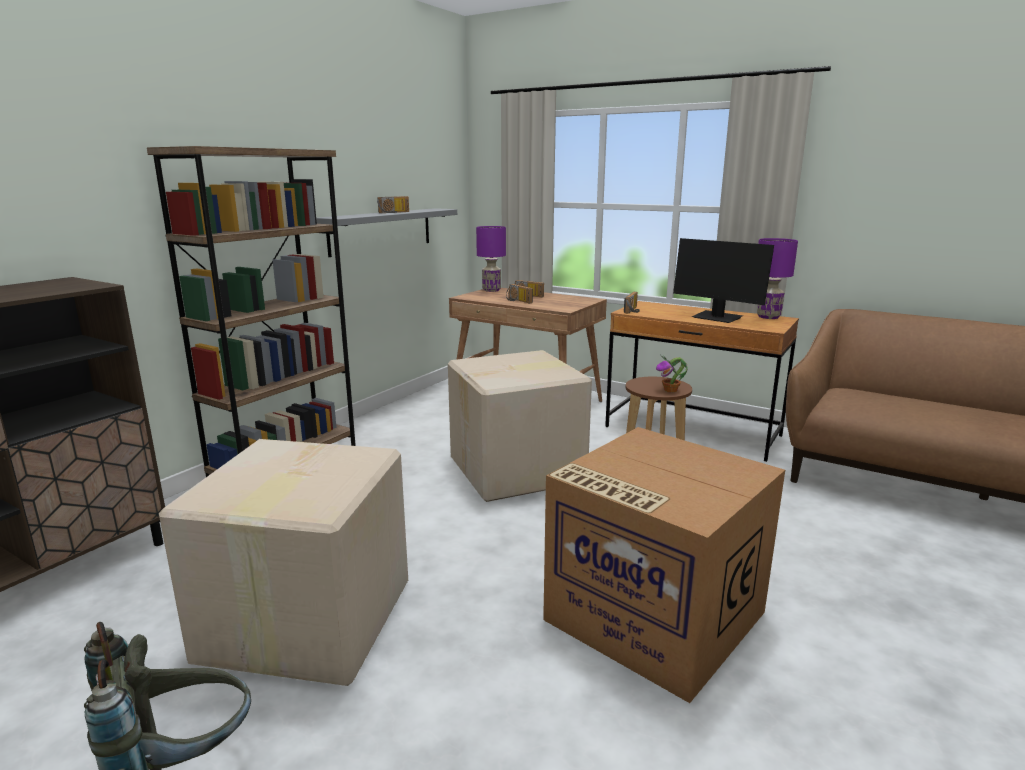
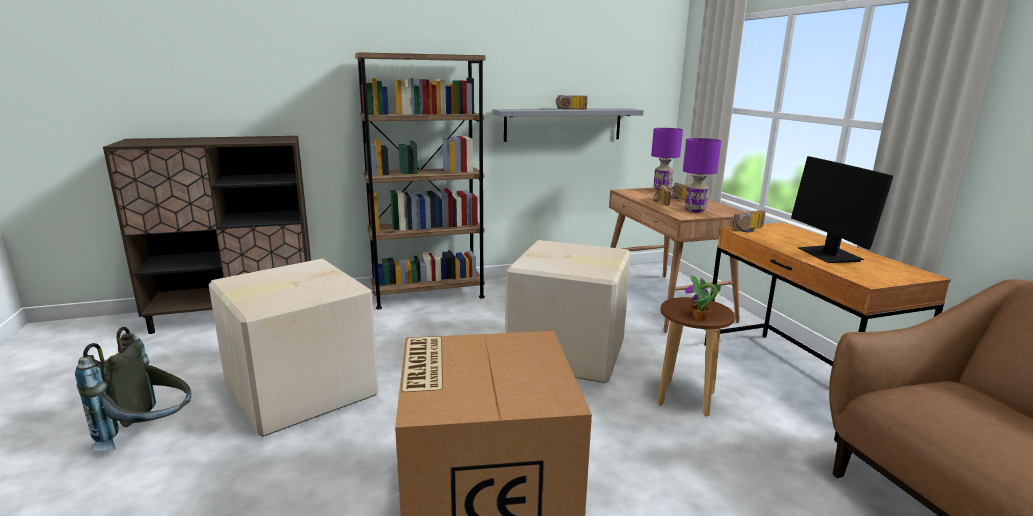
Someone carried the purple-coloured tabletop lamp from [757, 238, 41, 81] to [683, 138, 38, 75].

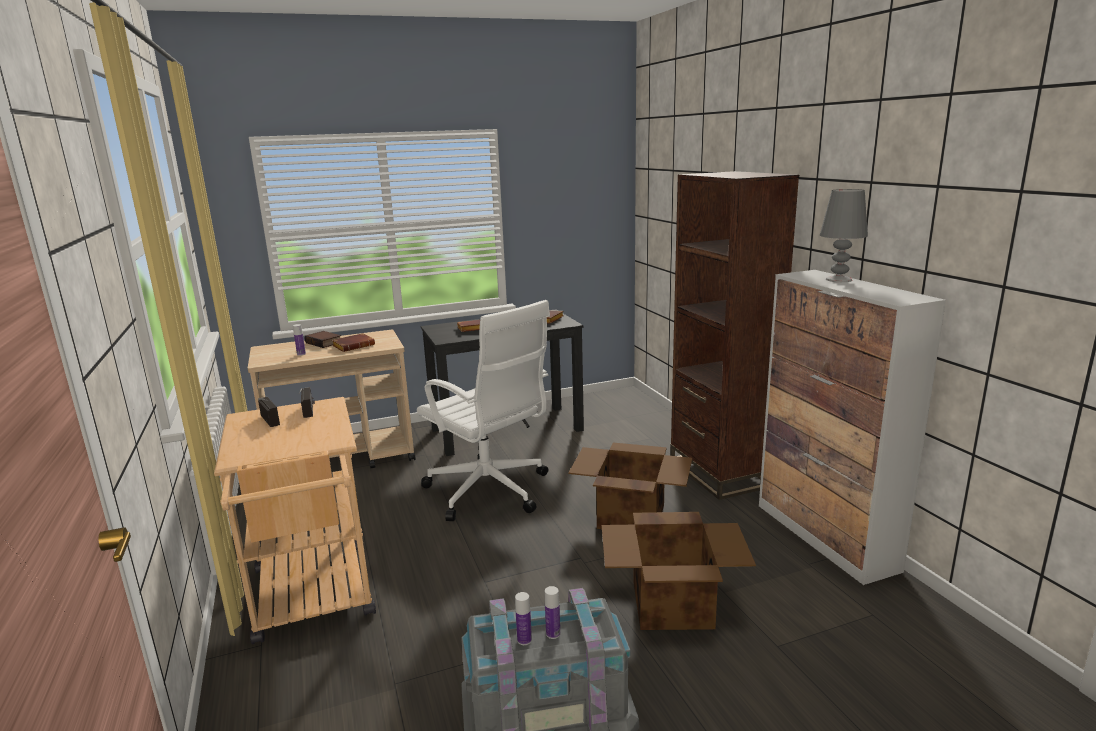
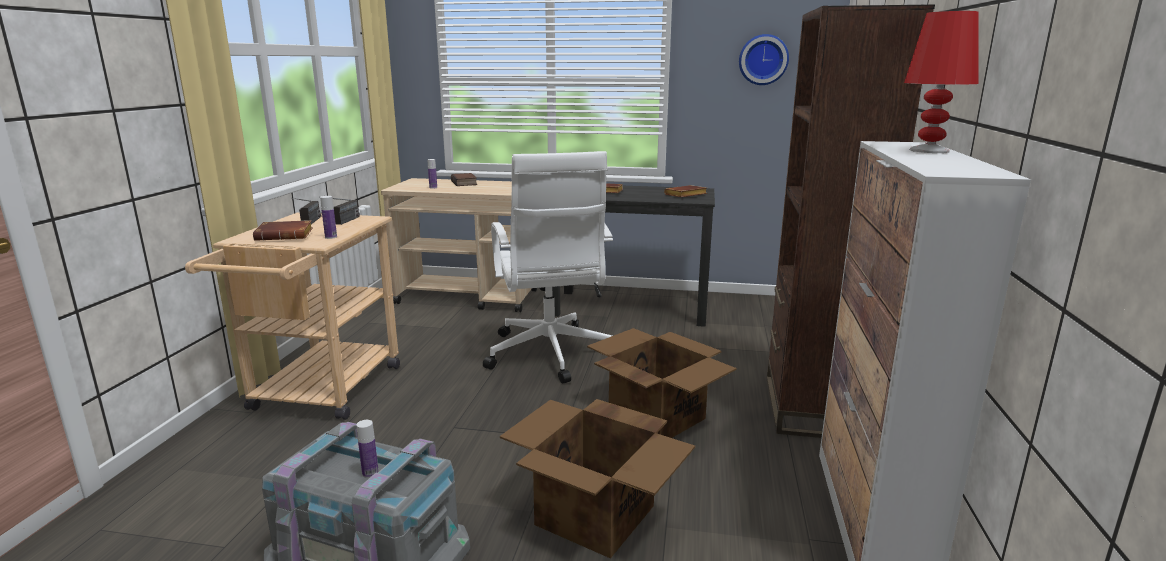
Someone put up the wall clock at [739, 34, 50, 51]. Someone carried the brownish book from [332, 333, 43, 19] to [253, 220, 60, 21]. Someone carried the bottle from [515, 592, 17, 53] to [320, 196, 17, 43]. Someone repainted the greyish tabletop lamp at [820, 189, 48, 93], which became the red-coloured tabletop lamp at [904, 11, 75, 142].

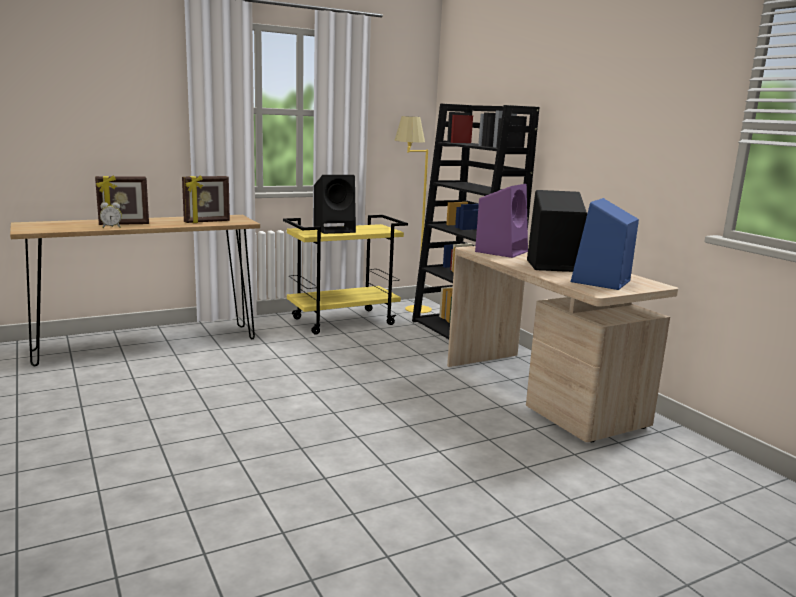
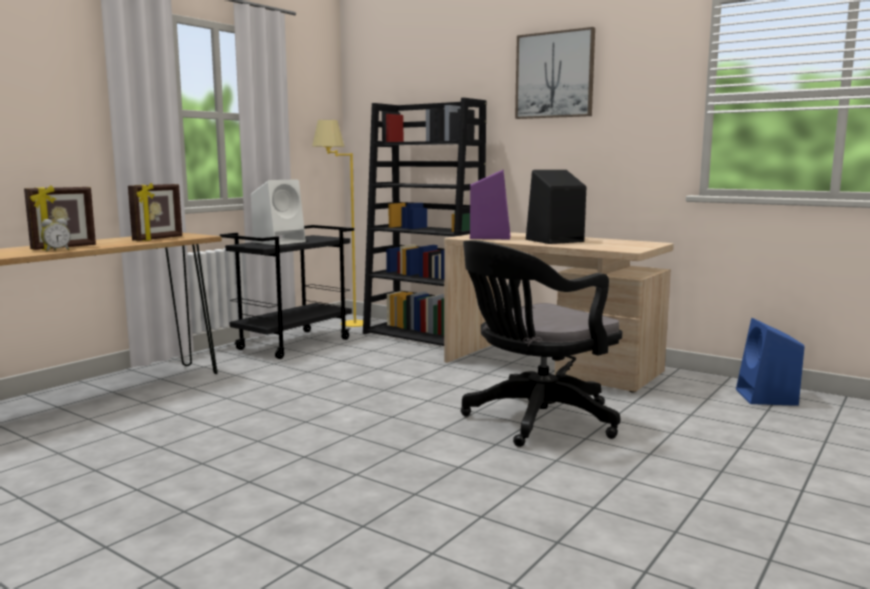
Someone put down the black-coloured computer chair at [461, 240, 161, 207]. Someone put up the wall picture at [515, 27, 80, 92]. Someone carried the blue audio speaker from [571, 198, 68, 92] to [736, 318, 69, 88]. Someone repainted the yellow-coloured cart at [283, 215, 125, 120], which became the black-coloured cart at [220, 225, 134, 134]. Someone repainted the black-coloured audio speaker at [313, 175, 43, 59], which became the whitish audio speaker at [251, 179, 55, 66].

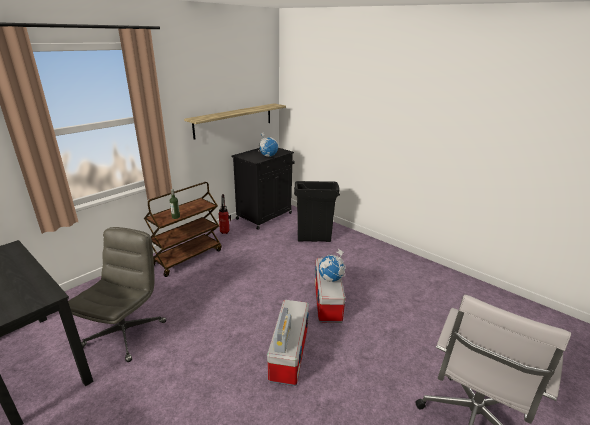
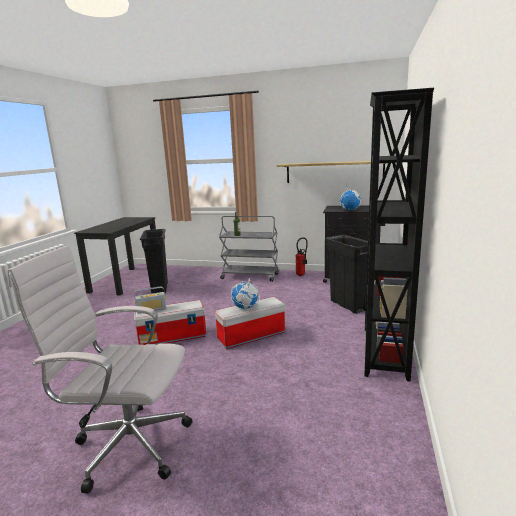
Someone put down the black-coloured bookshelf at [364, 88, 70, 293]. Someone swapped the greyish computer chair at [68, 227, 98, 135] for the black-coloured waste bin at [140, 229, 28, 65]. Someone repainted the brownish cart at [144, 182, 78, 95], which became the greyish cart at [219, 216, 60, 66].

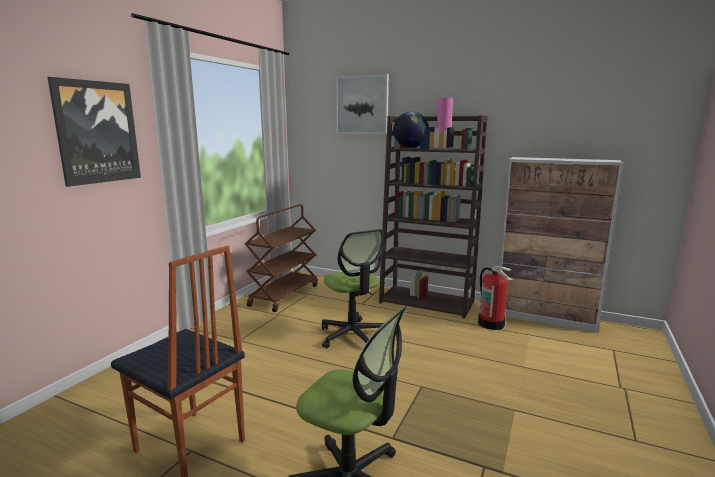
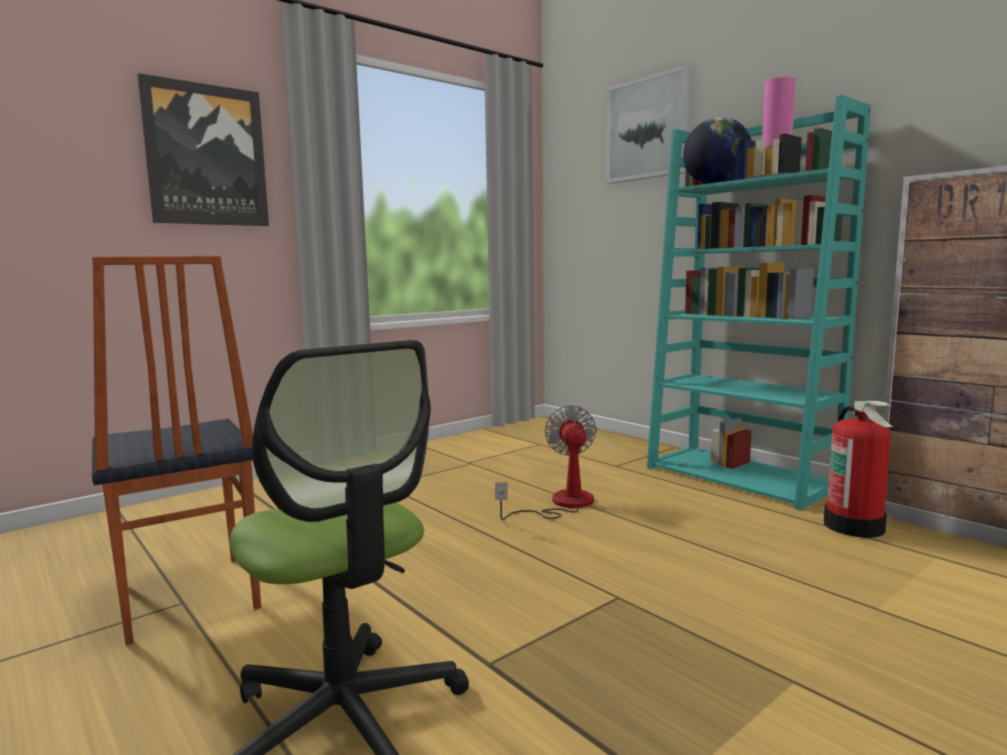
Someone took away the brownish cart at [245, 204, 73, 108]. Someone swapped the computer chair at [321, 229, 63, 119] for the electric fan at [495, 405, 101, 116]. Someone repainted the brownish bookshelf at [379, 115, 109, 203], which became the turquoise-coloured bookshelf at [647, 95, 224, 415].

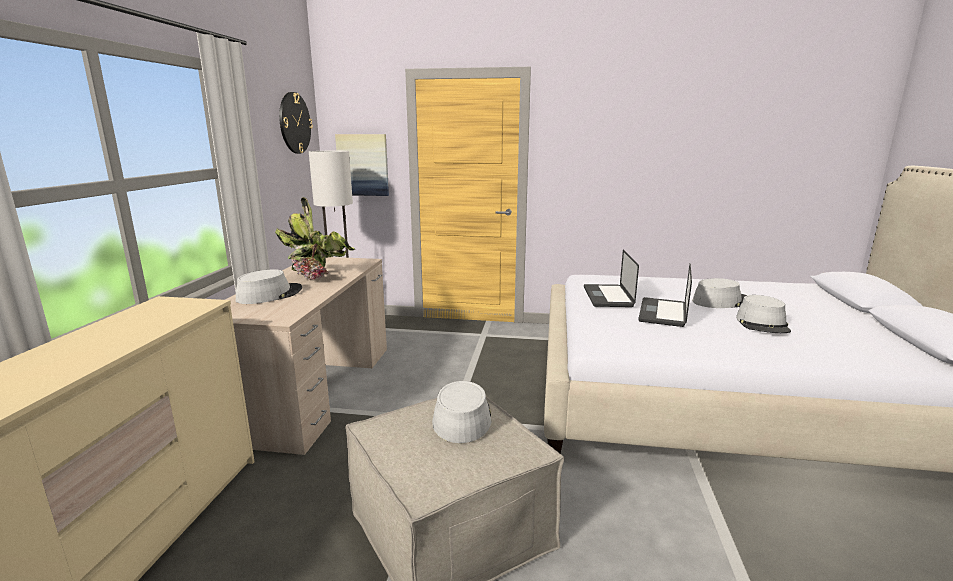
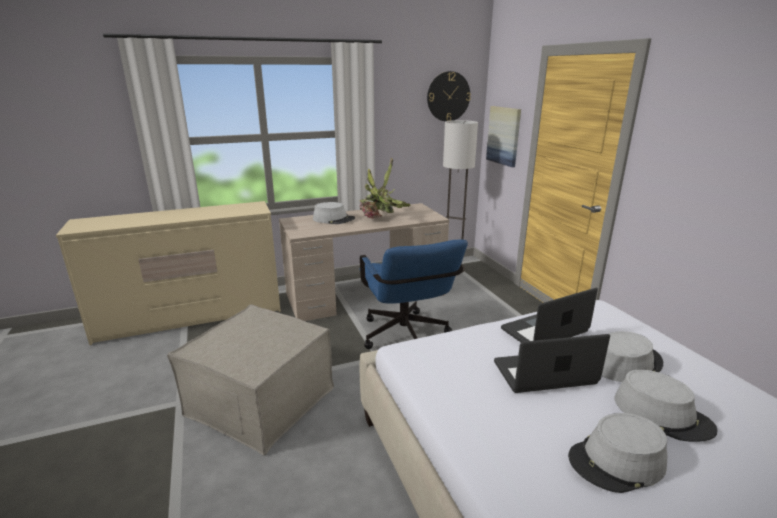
Someone put down the blue computer chair at [360, 240, 108, 109]. Someone carried the greyish hat from [432, 381, 60, 62] to [602, 331, 61, 51].

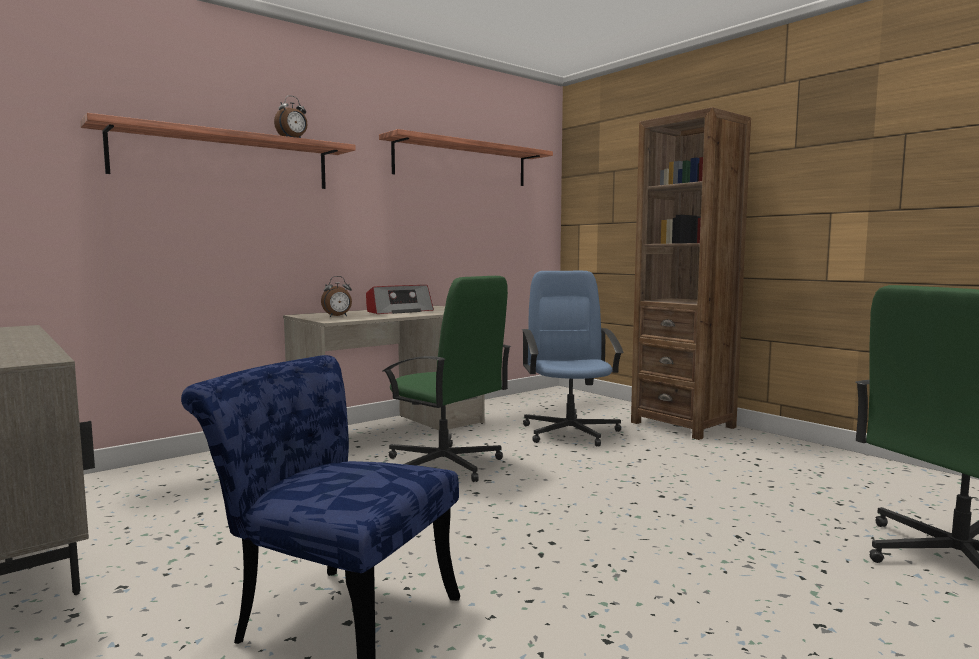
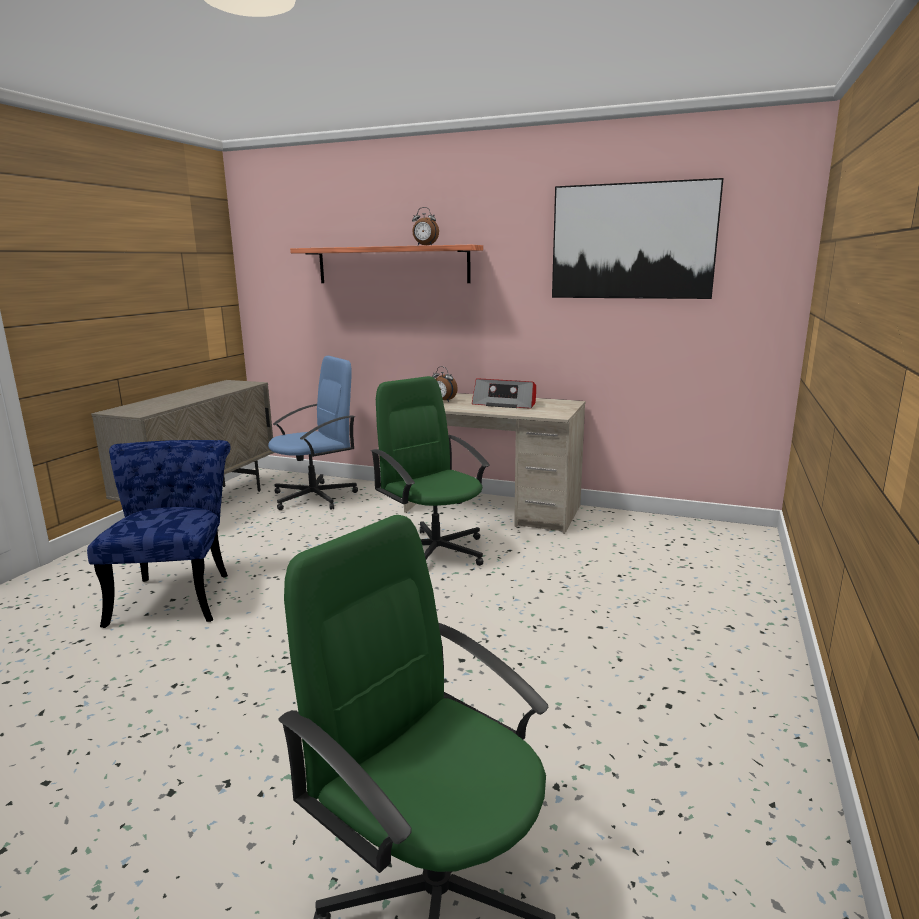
Someone took away the brownish bookshelf at [631, 107, 120, 333]. Someone carried the blue computer chair from [522, 271, 102, 176] to [268, 356, 90, 154]. Someone swapped the shelf at [379, 129, 174, 57] for the wall picture at [552, 178, 172, 121]. Someone rotated the greenish computer chair at [383, 276, 128, 206] by 135 degrees clockwise.

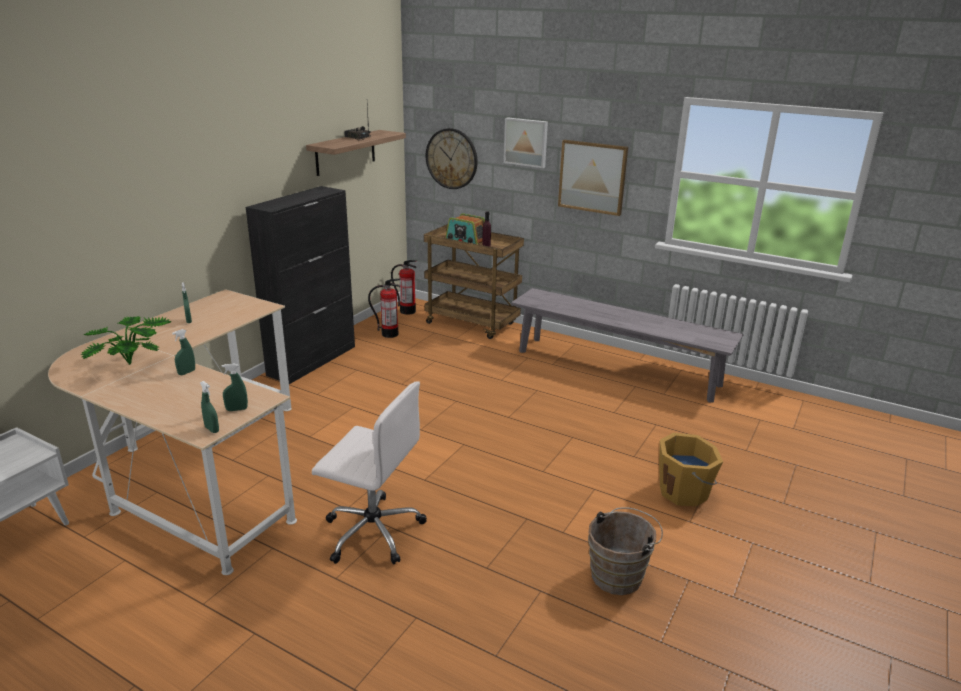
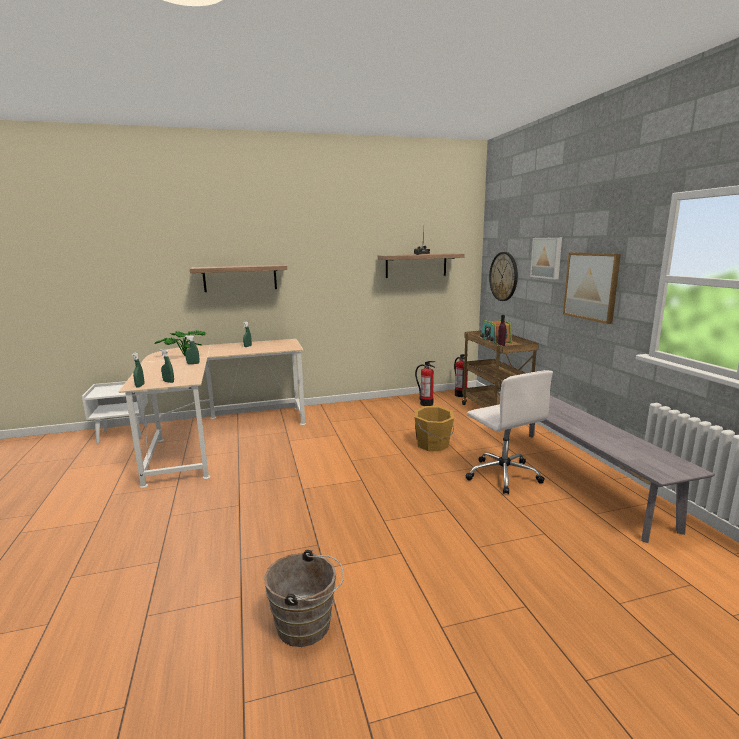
Someone took away the black-coloured cupboard at [245, 186, 110, 198]. Someone put up the shelf at [190, 265, 97, 27]. Someone carried the whitish computer chair from [312, 381, 115, 184] to [465, 370, 88, 124]. Someone carried the orange bucket from [659, 433, 64, 73] to [415, 406, 39, 45].

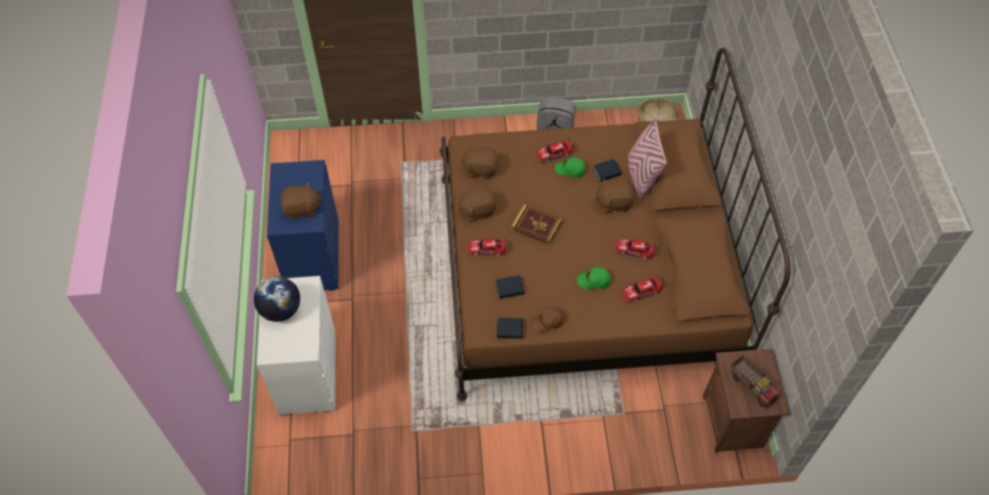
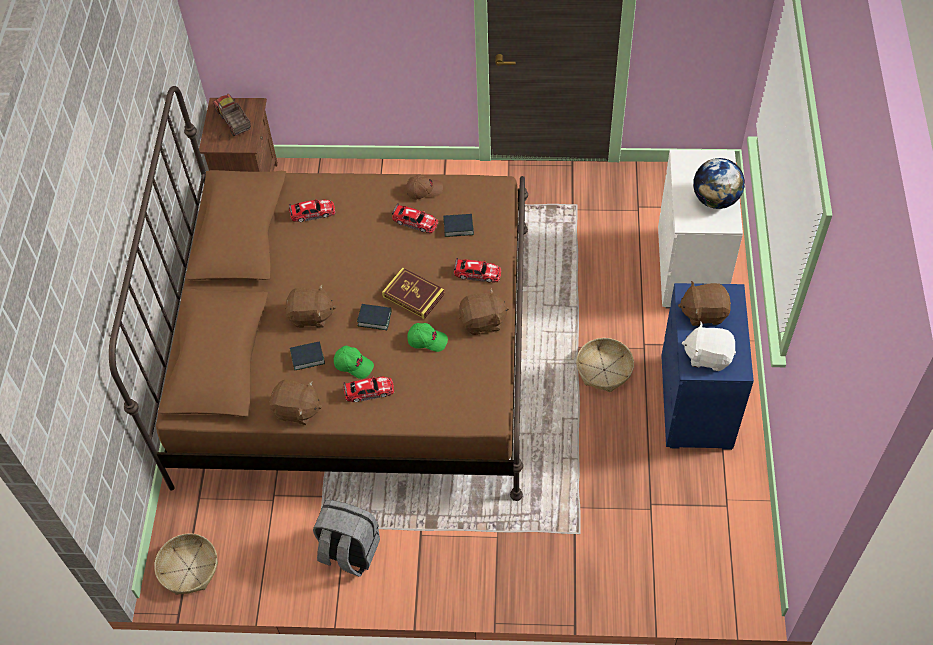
Someone took away the pinkish pillow at [628, 118, 39, 81]. Someone put down the household basket at [576, 338, 58, 54]. Someone put down the whitish soft toy at [682, 322, 54, 49]. Someone carried the brownish soft toy from [460, 144, 39, 35] to [269, 380, 53, 45]. Someone carried the book from [497, 318, 26, 21] to [357, 304, 35, 26]. Someone carried the greenish baseball cap from [577, 267, 34, 22] to [407, 323, 41, 29]. Someone carried the miniature car from [615, 239, 41, 20] to [392, 203, 46, 30].

